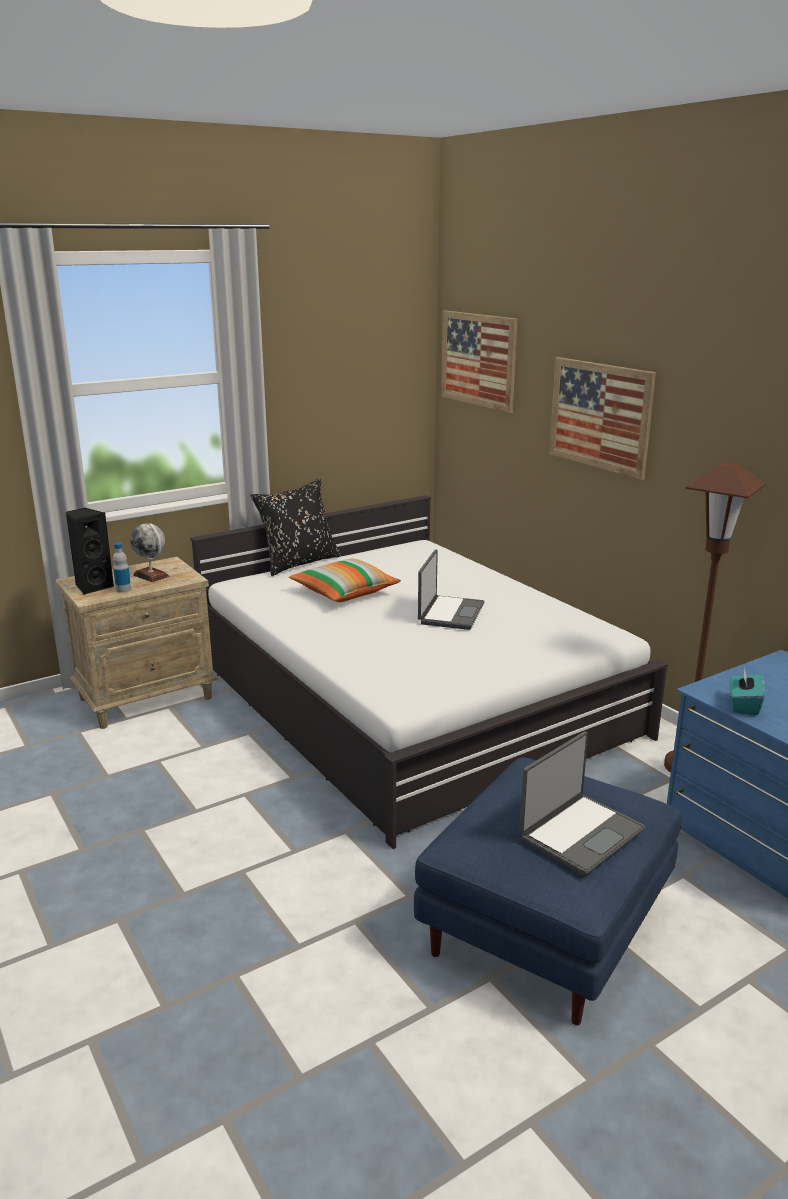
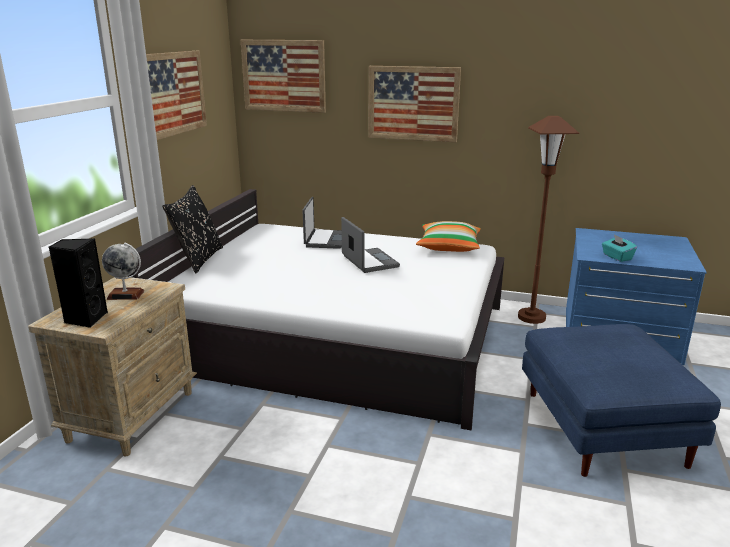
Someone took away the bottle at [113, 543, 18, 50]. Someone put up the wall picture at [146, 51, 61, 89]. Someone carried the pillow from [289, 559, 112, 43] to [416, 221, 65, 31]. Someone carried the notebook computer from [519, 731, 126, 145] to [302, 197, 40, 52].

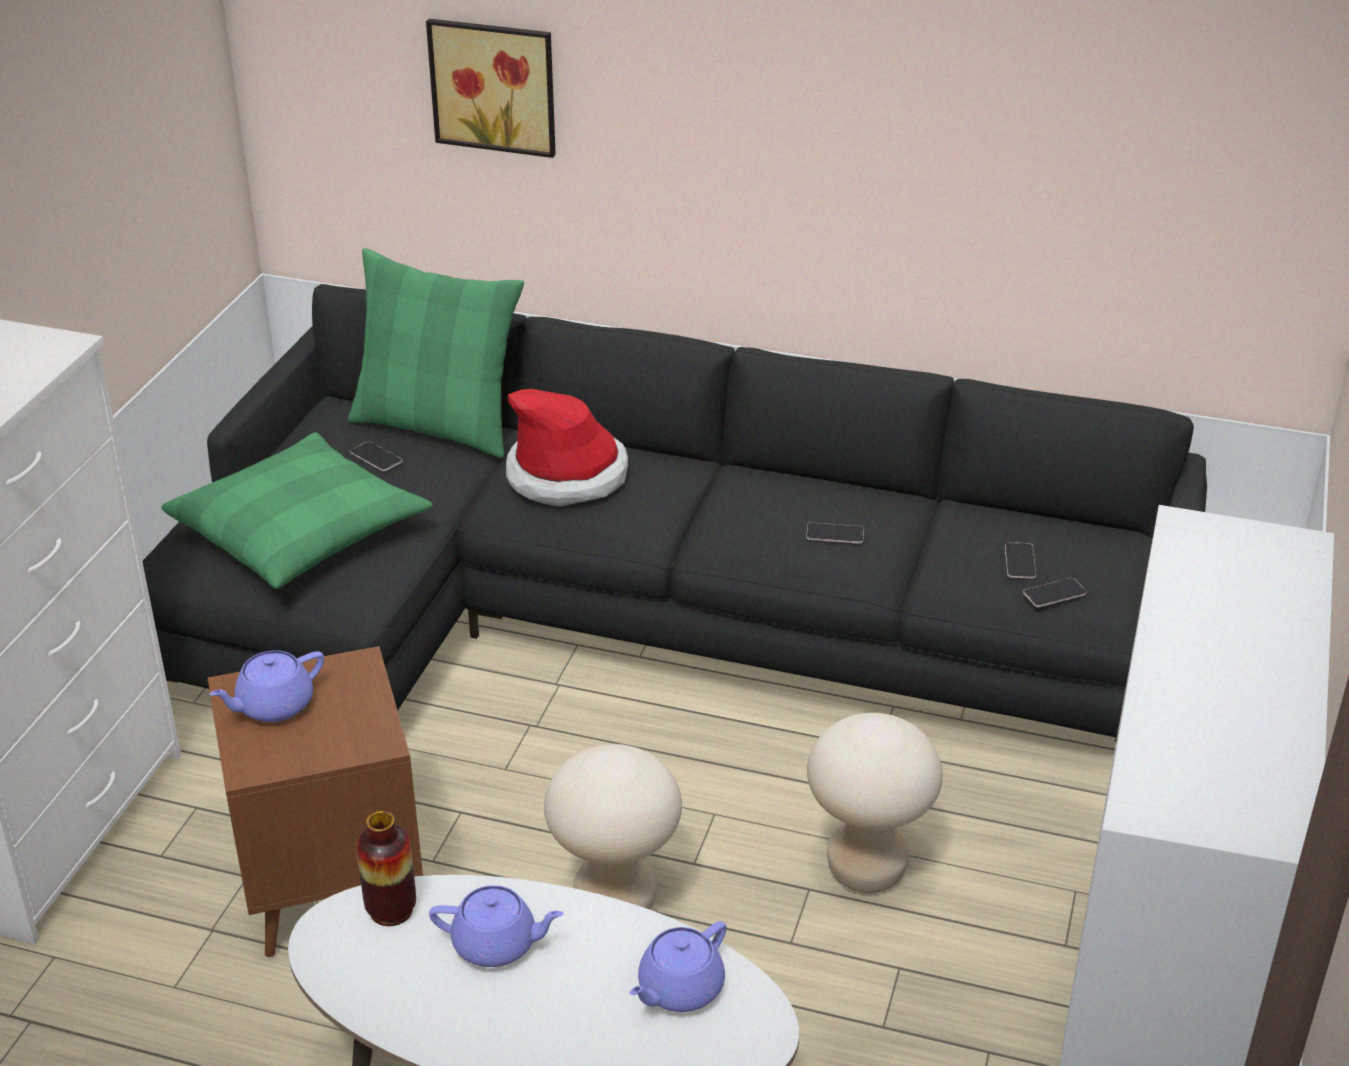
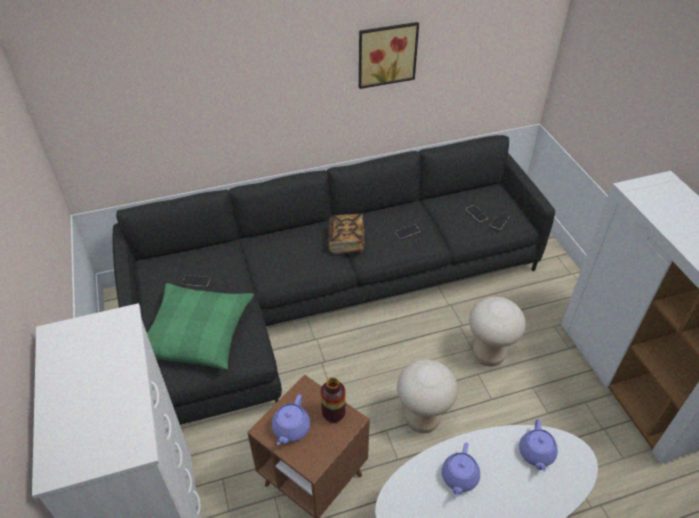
Someone took away the greenish pillow at [348, 248, 176, 210]. Someone took away the hat at [506, 389, 122, 117]. Someone put down the book at [328, 214, 37, 40]. Someone carried the decorative vase from [356, 811, 60, 115] to [321, 377, 25, 46]. Someone carried the wall picture from [426, 19, 130, 139] to [359, 22, 60, 67]. Someone rotated the purple-coloured teapot at [429, 885, 135, 82] by 135 degrees clockwise.

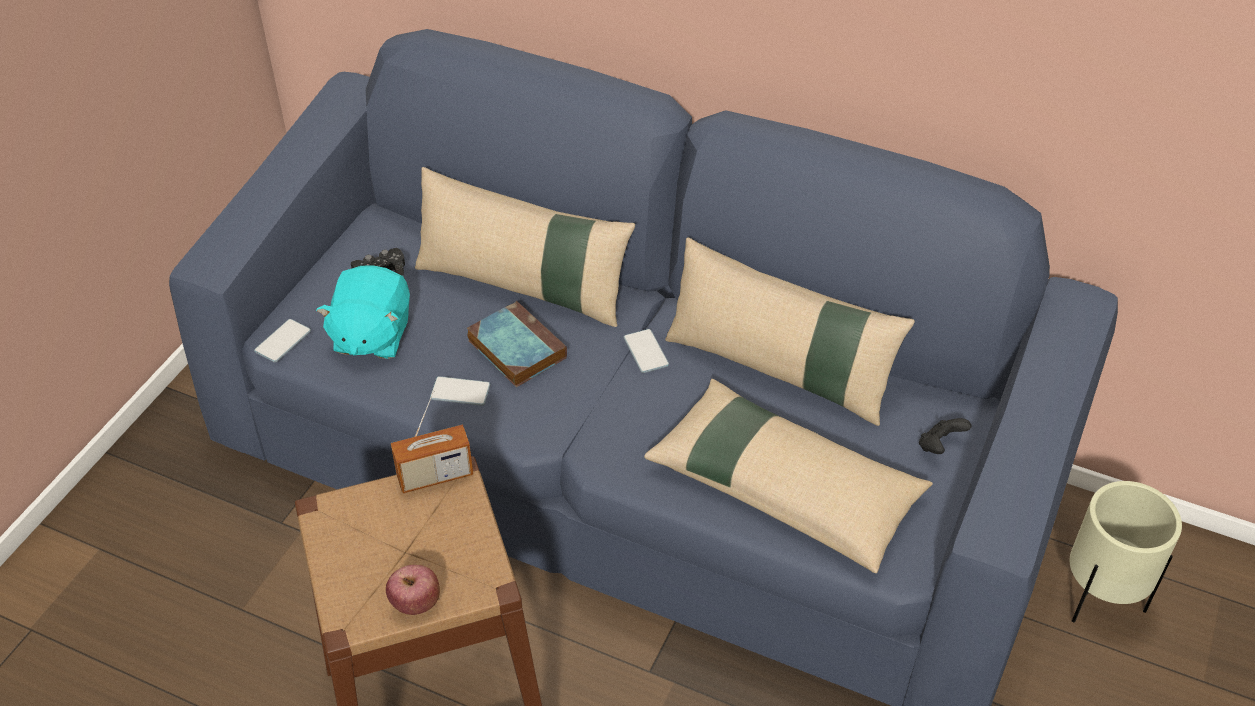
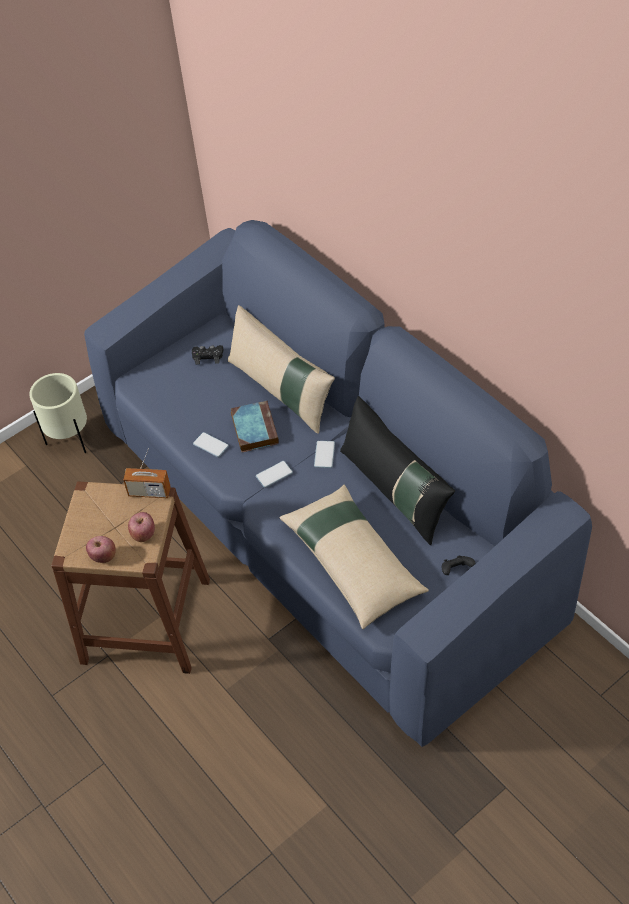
Someone took away the turquoise-coloured soft toy at [316, 265, 94, 94]. Someone put down the apple fruit at [128, 512, 27, 30]. Someone carried the telephone from [254, 319, 57, 43] to [256, 461, 37, 27]. Someone carried the beige-coloured planter from [1070, 481, 112, 142] to [29, 373, 58, 80]. Someone repainted the beige-coloured pillow at [665, 237, 250, 189], which became the black-coloured pillow at [340, 396, 115, 149].

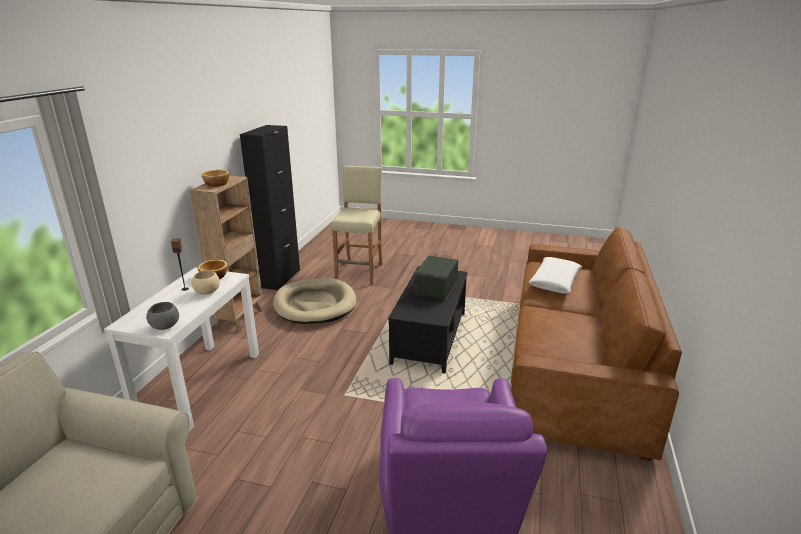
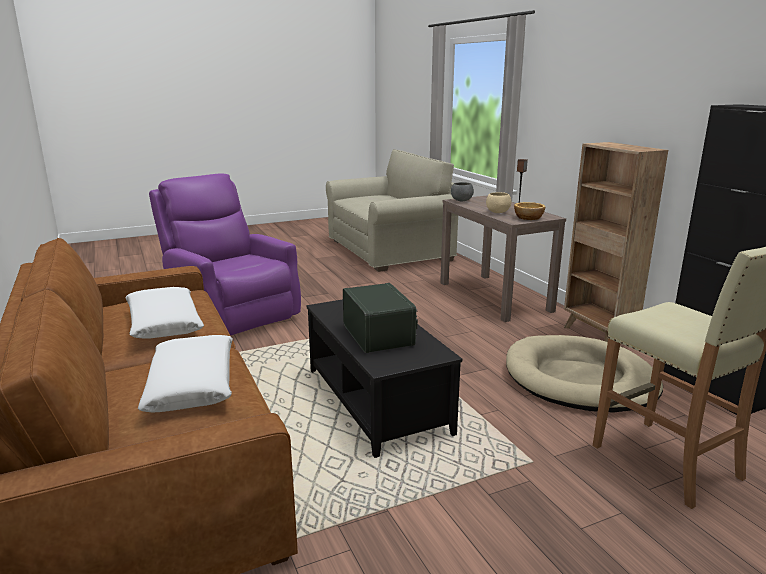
Someone took away the bowl at [202, 170, 27, 17]. Someone put down the whitish pillow at [126, 287, 78, 52]. Someone repainted the whitish narrow table at [104, 267, 155, 164], which became the brownish narrow table at [440, 195, 126, 127].

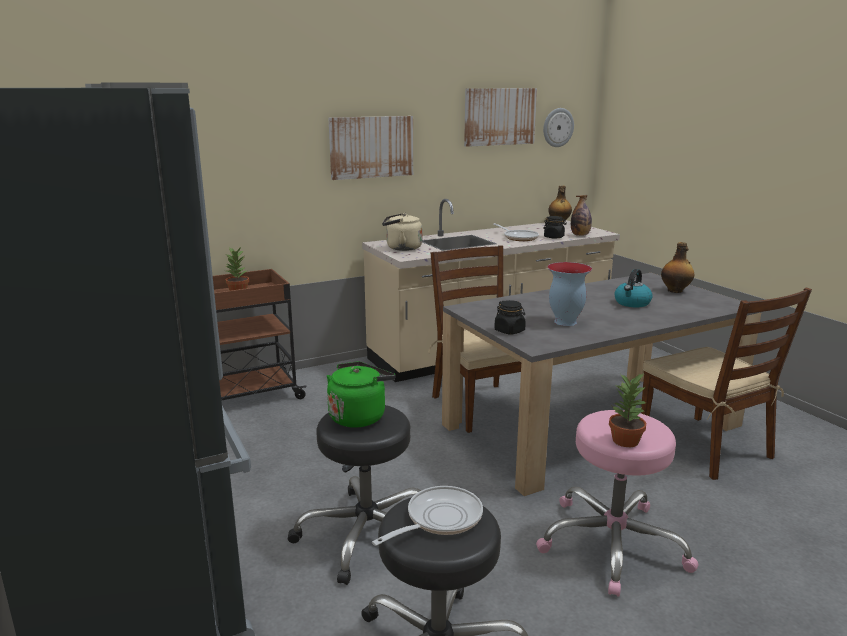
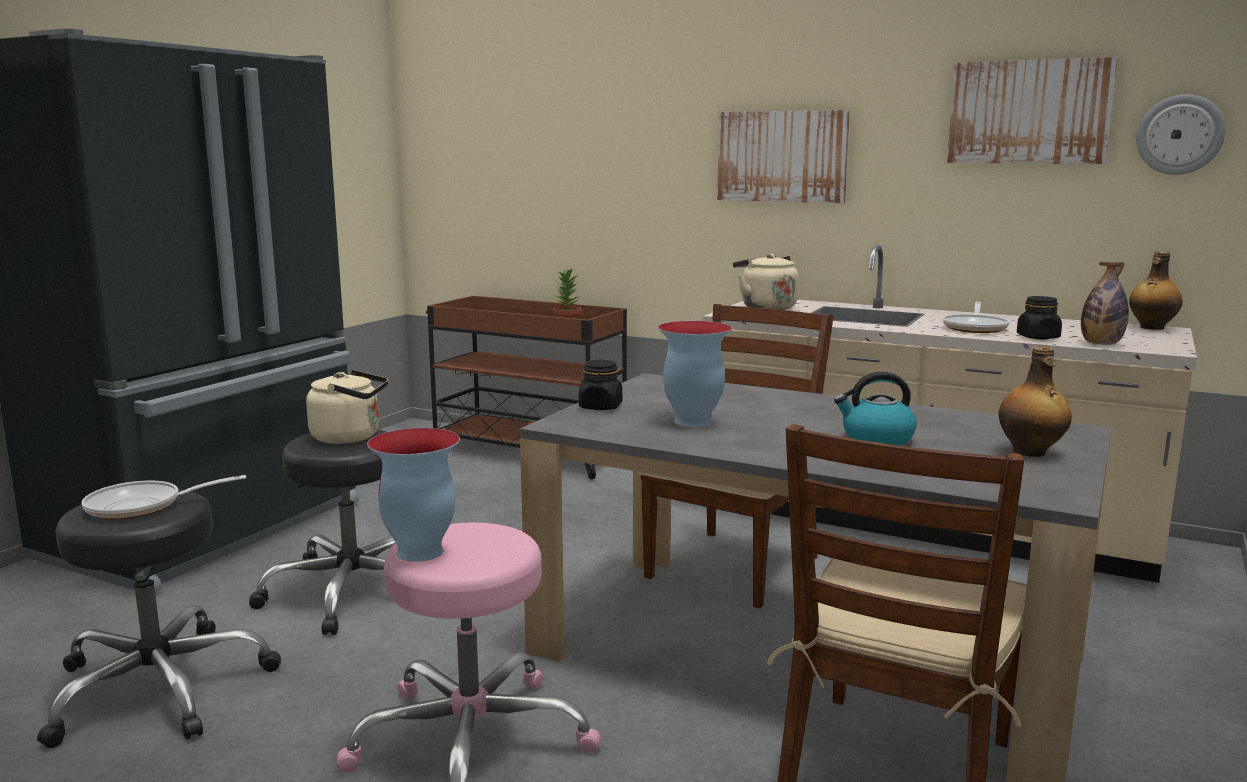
Someone swapped the potted plant at [609, 374, 37, 73] for the decorative vase at [367, 428, 93, 134]. Someone repainted the greenish kettle at [327, 362, 69, 66], which became the beige-coloured kettle at [306, 370, 82, 74]. Someone rotated the pan at [372, 486, 111, 60] by 150 degrees clockwise.

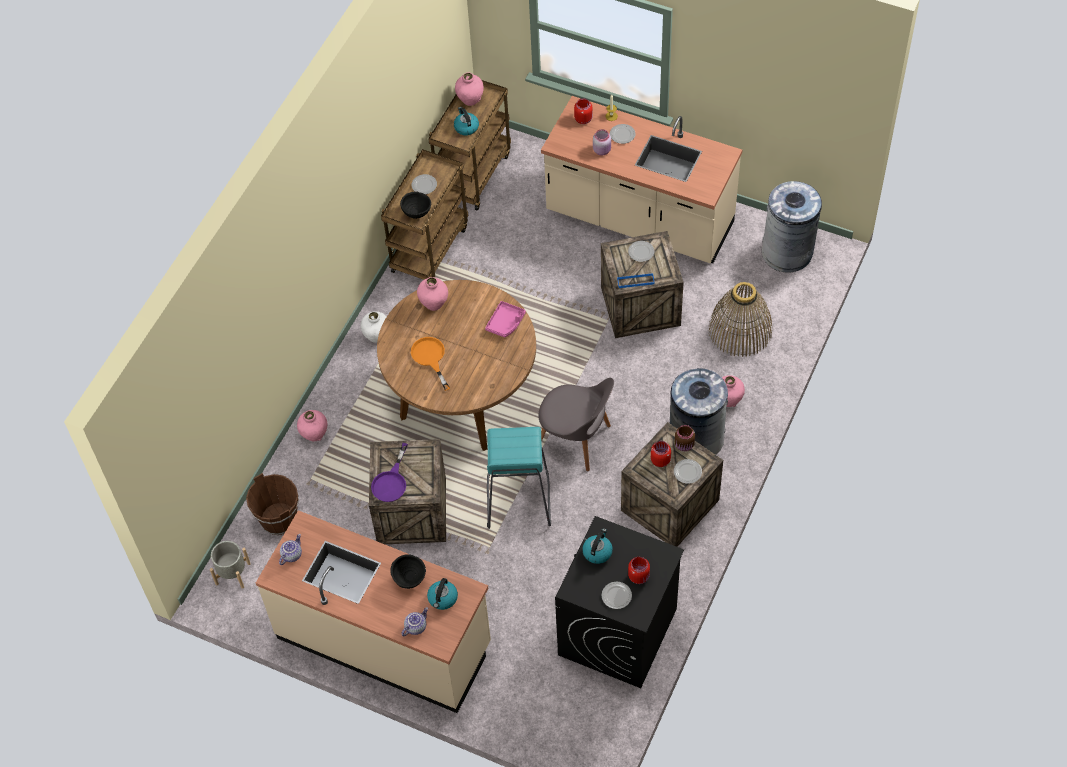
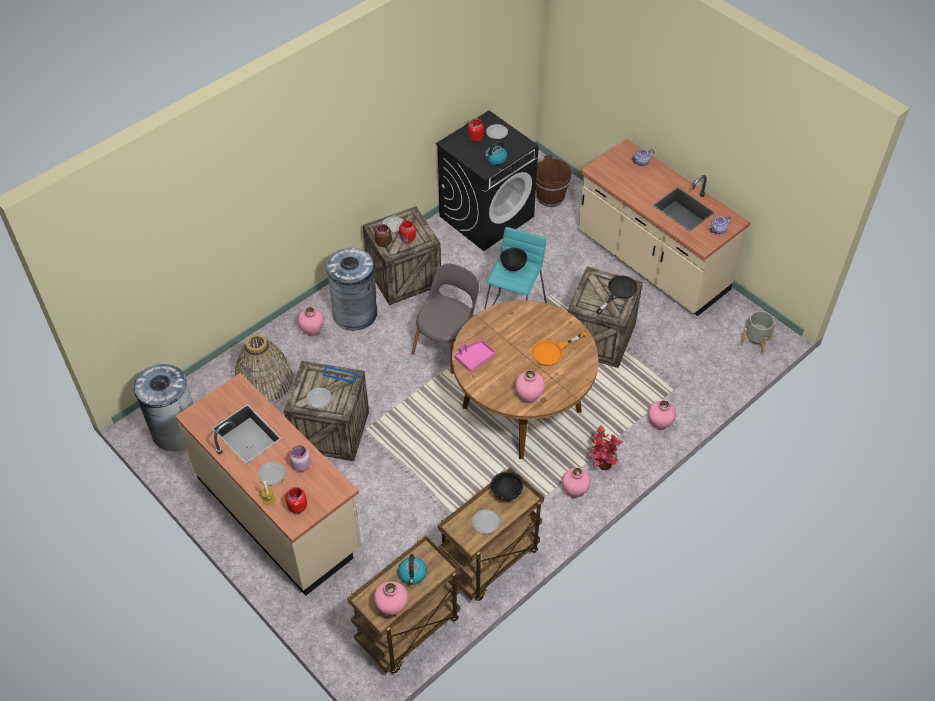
Someone took away the kettle at [427, 578, 31, 32]. Someone put down the potted plant at [588, 425, 35, 45]. Someone carried the brownish bucket from [246, 473, 53, 62] to [536, 155, 36, 52]. Someone carried the black-coloured bowl from [390, 554, 36, 35] to [500, 248, 27, 23]. Someone repainted the whitish decorative vase at [360, 311, 26, 32], which became the pinkish decorative vase at [562, 467, 29, 31]. Someone repainted the purple-coloured pan at [371, 443, 37, 59], which became the black-coloured pan at [596, 275, 42, 39]. Someone rotated the orange pan at [411, 337, 39, 54] by 60 degrees clockwise. Someone rotated the greyish upright chair at [538, 378, 76, 93] by 75 degrees clockwise.

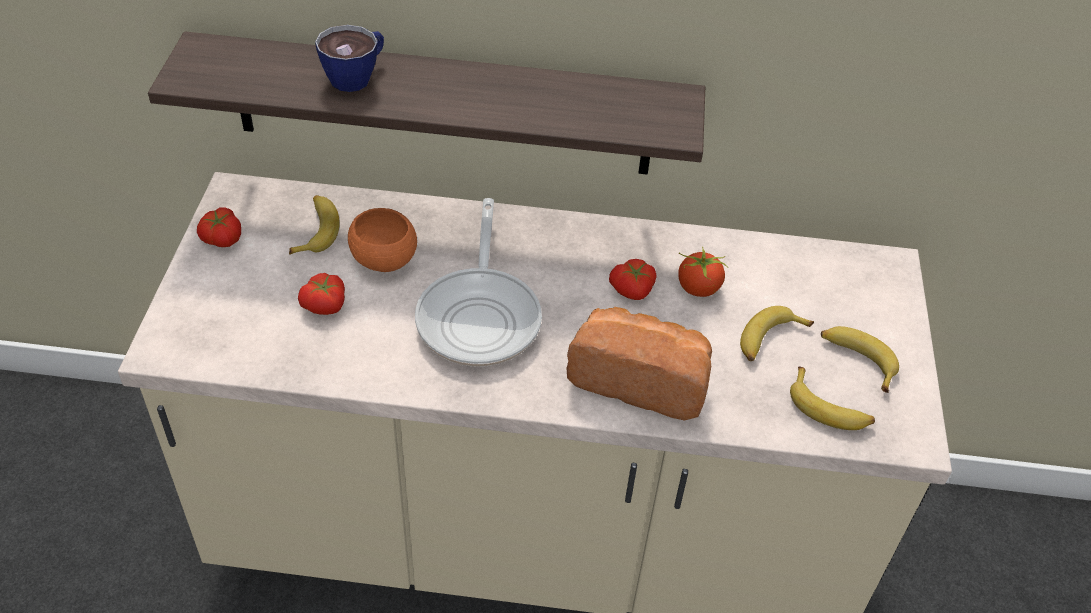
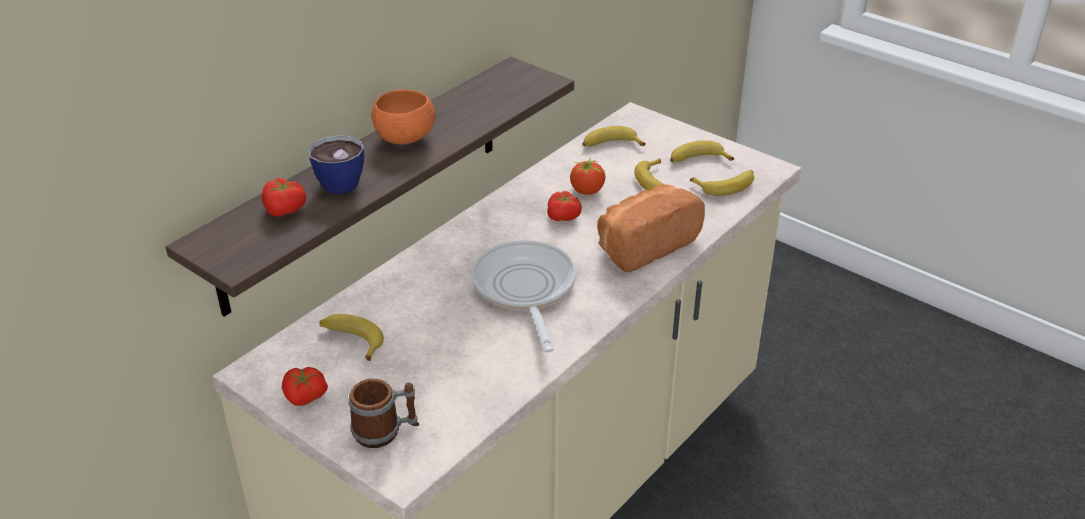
Someone put down the mug at [348, 379, 71, 69]. Someone put down the banana fruit at [582, 126, 64, 21]. Someone carried the tomato from [298, 273, 47, 42] to [262, 178, 44, 39]. Someone carried the orange bowl from [348, 208, 69, 64] to [371, 90, 64, 54]. Someone rotated the pan at [415, 198, 127, 169] by 135 degrees counterclockwise.

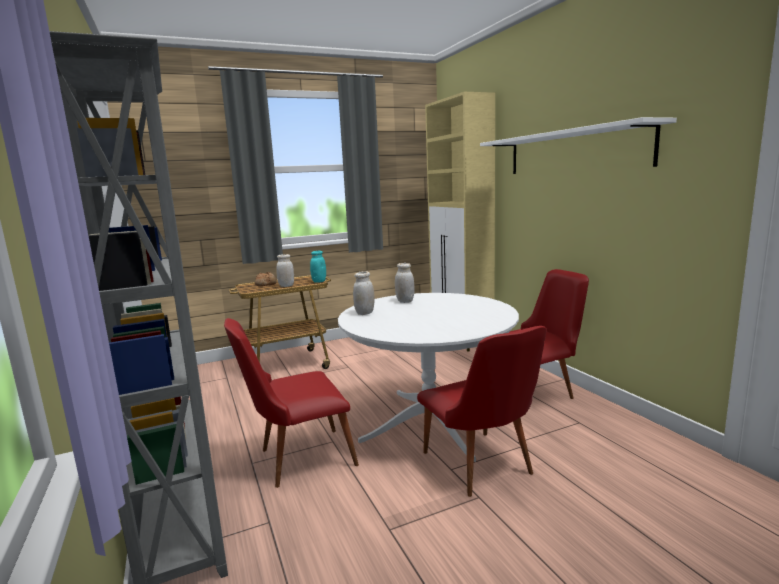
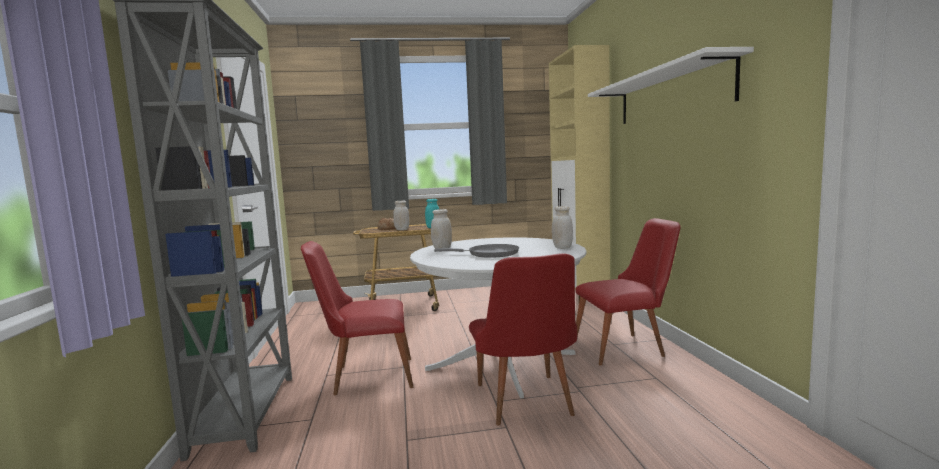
Someone put down the greyish pan at [434, 244, 85, 14]. Someone carried the whitish preserve jar from [395, 263, 19, 40] to [552, 206, 21, 43].

